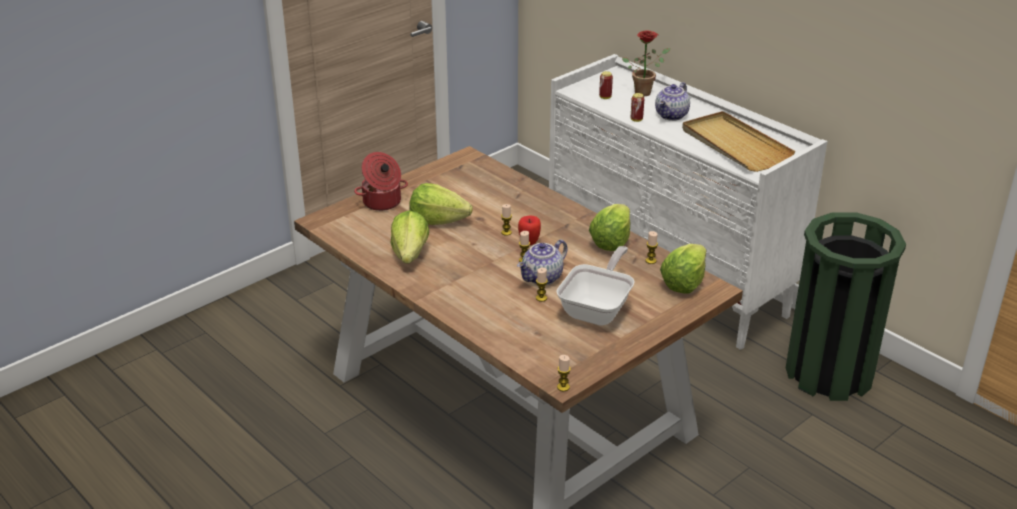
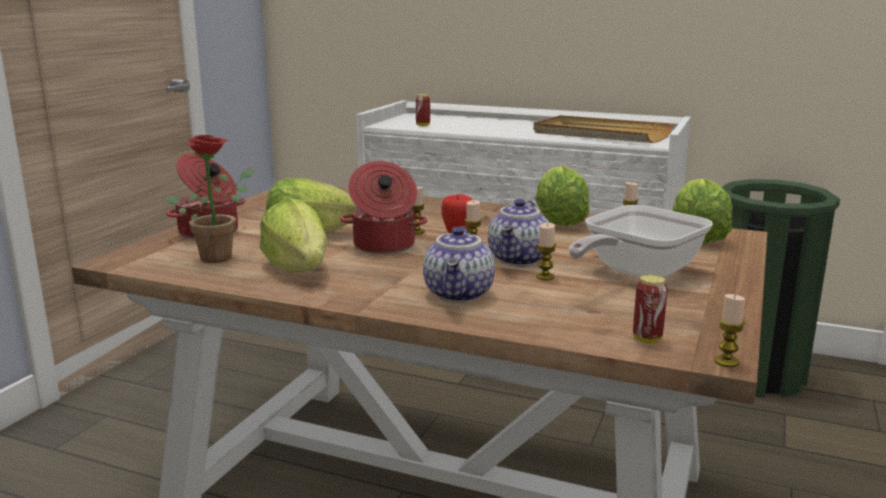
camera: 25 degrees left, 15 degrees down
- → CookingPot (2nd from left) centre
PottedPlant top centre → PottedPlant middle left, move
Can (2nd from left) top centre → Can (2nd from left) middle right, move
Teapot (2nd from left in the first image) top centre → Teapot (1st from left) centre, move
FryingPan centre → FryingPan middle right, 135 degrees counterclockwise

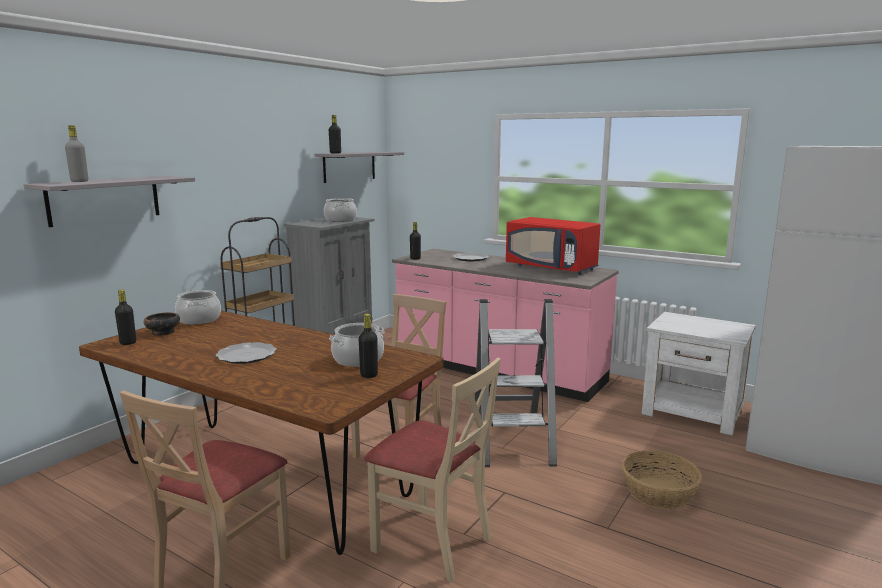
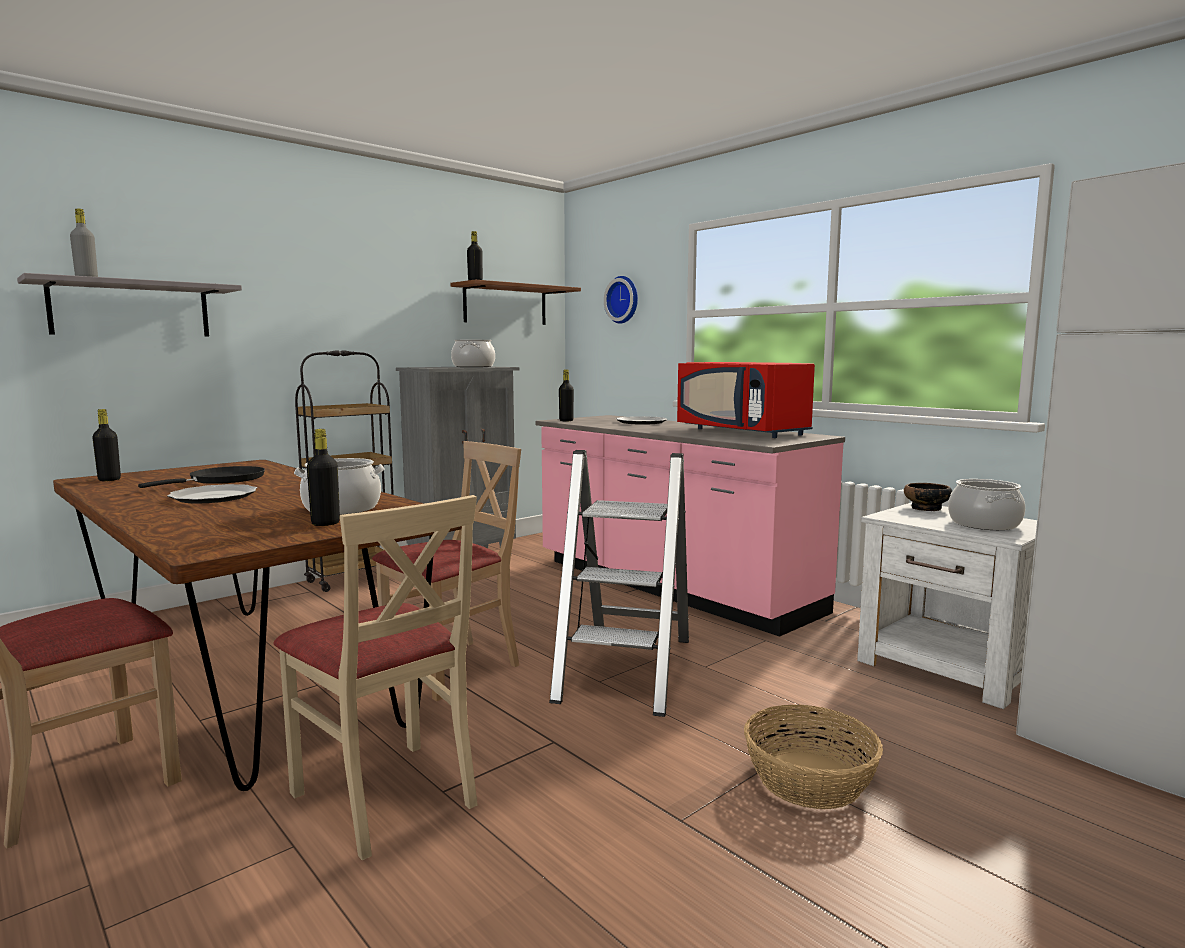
camera: 15 degrees right, 5 degrees down
- → BlackFryingPan middle left
- → WallClock top centre
Bowl middle left → Bowl middle right, move
CookingPot (1st from left in the first image) middle left → CookingPot (3rd from left) middle right, move
GreyShelf (2nd from left) top centre → BrownShelf top centre

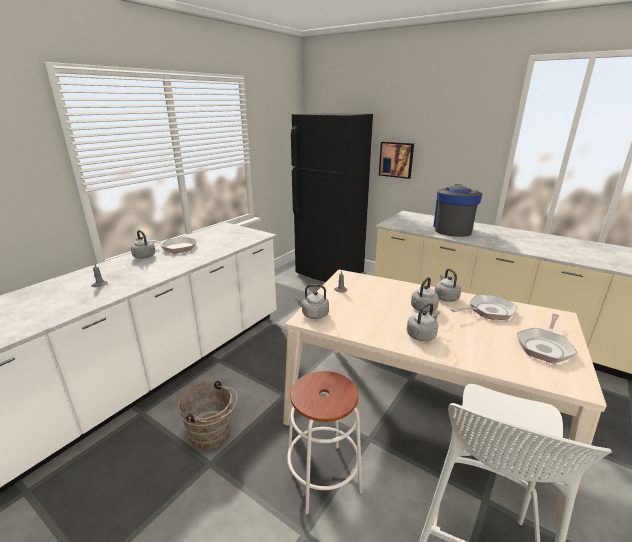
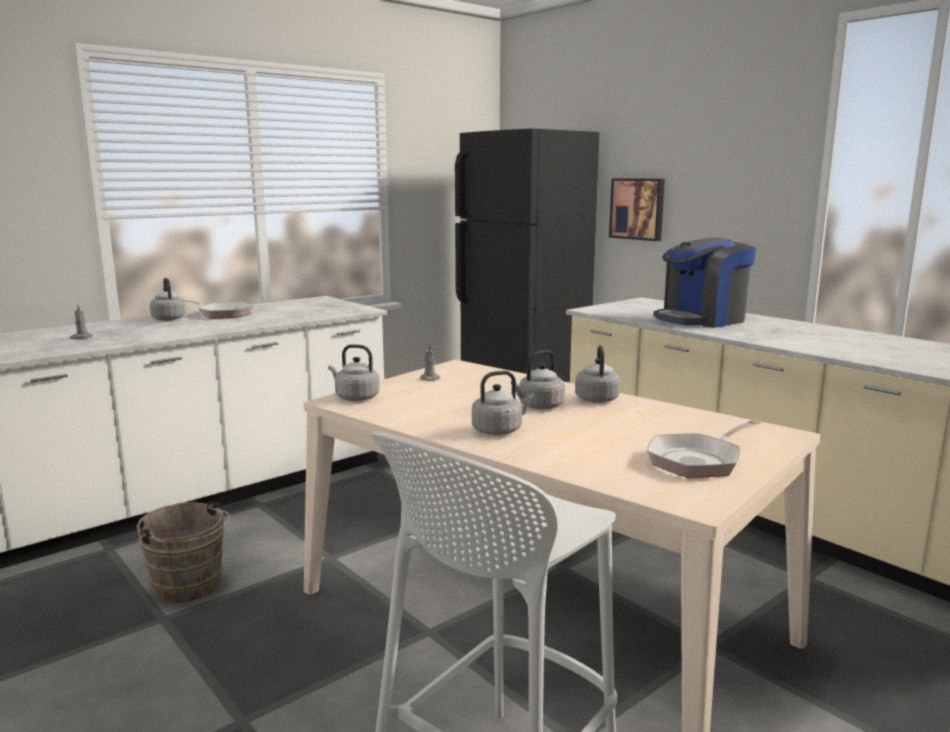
camera: 15 degrees right, 10 degrees down
WhiteStool (1st from left) bottom centre → -
FryingPan (2nd from left) middle right → -
CoffeeMachine middle right, 150 degrees counterclockwise

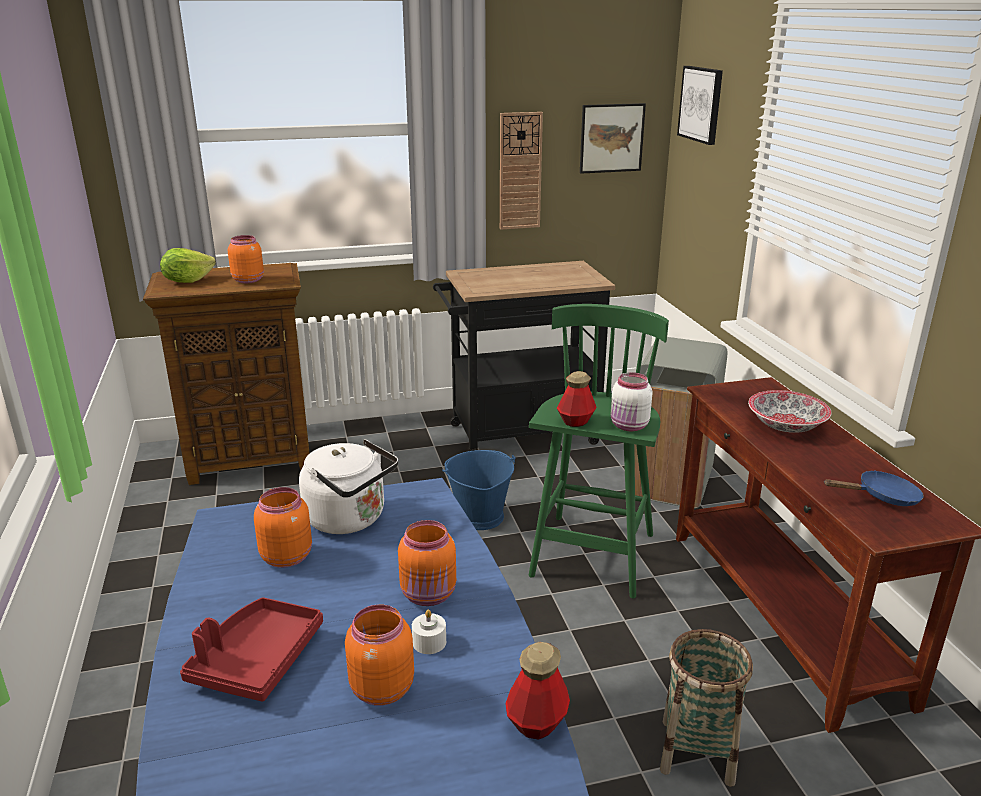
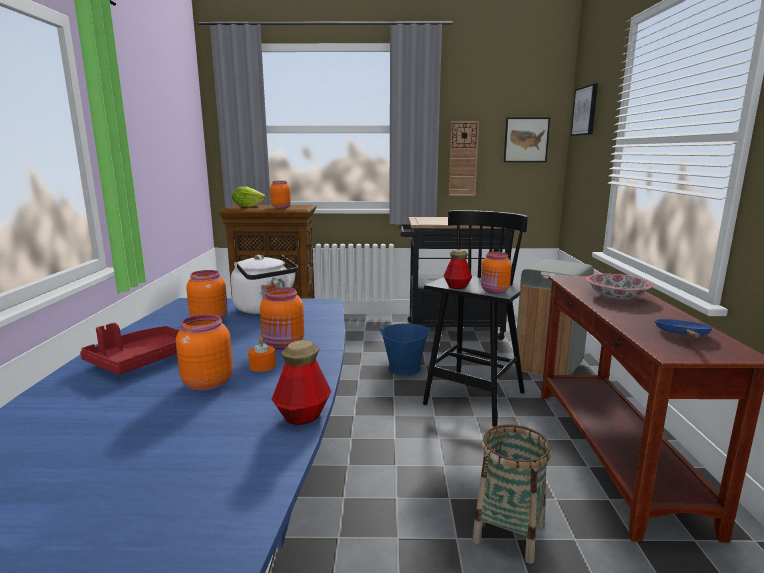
camera: 15 degrees right, 10 degrees down
WhiteCandle bottom centre → OrangeCandle centre
GreenStool centre → BlackStool centre
WhiteJar centre → OrangeJar (5th from left) centre
BlueFryingPan middle right, 75 degrees counterclockwise

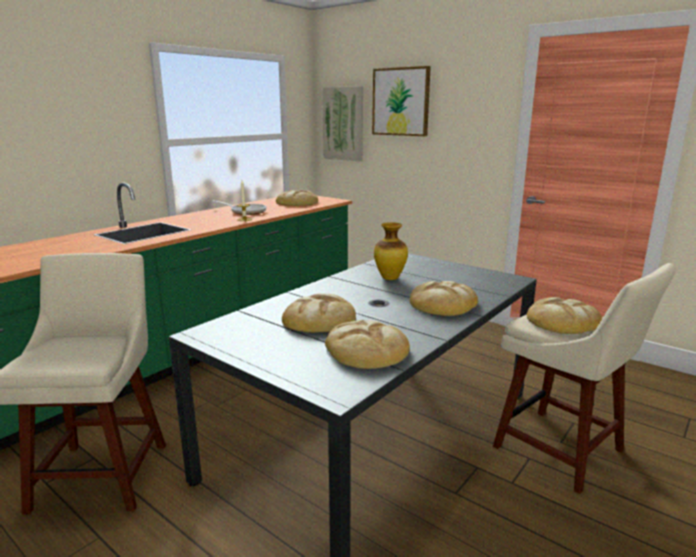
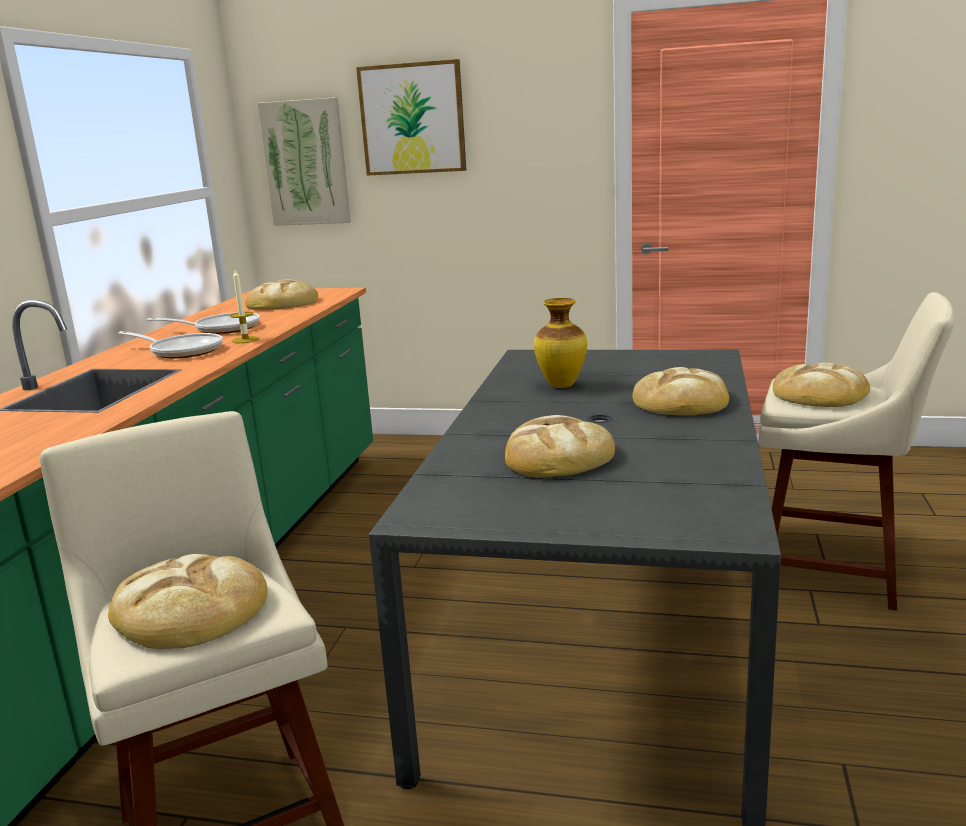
camera: 25 degrees left, 0 degrees up
- → FryingPan (1st from left) middle left
Bread (3rd from left in the first image) centre → Bread (1st from left) bottom left, move

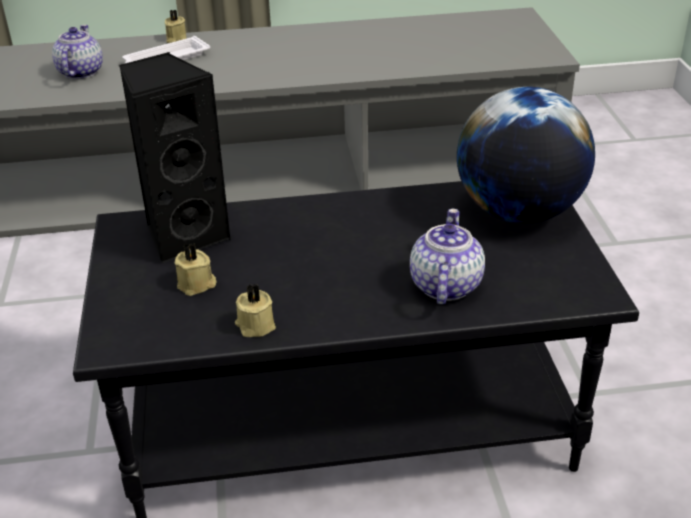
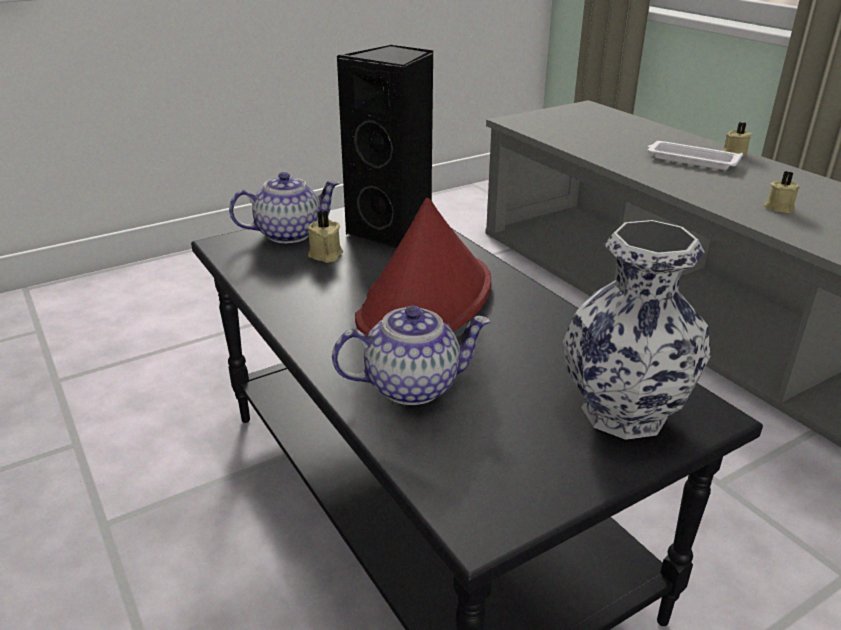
camera: 65 degrees right, 5 degrees down
- → RedHat centre
Teapot (1st from left) top left → Teapot (1st from left) top centre, move
BeigeCandle (3rd from left) centre → BeigeCandle (3rd from left) top right, move
Globe top right → Vase middle right

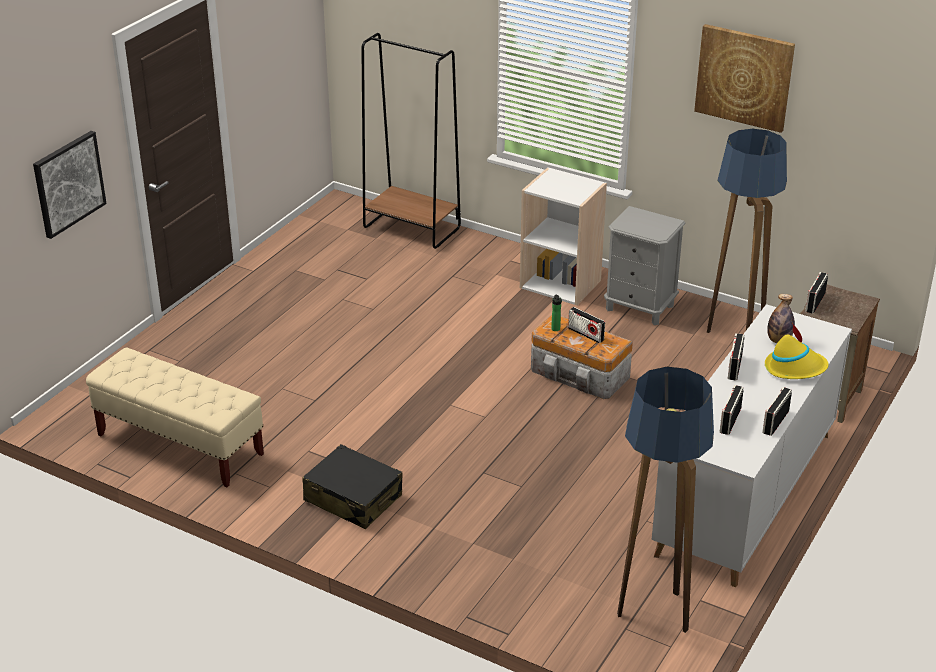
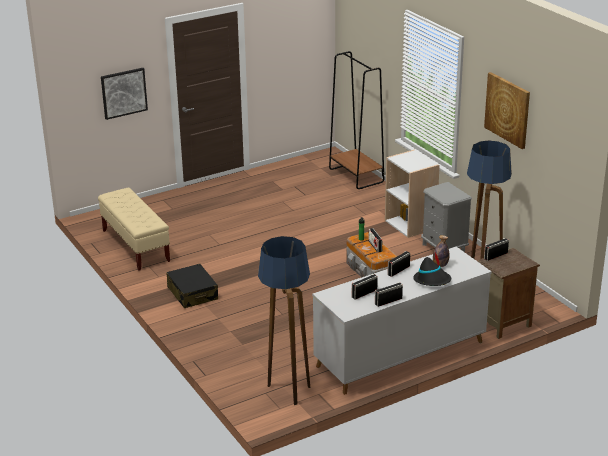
camera: 30 degrees right, 5 degrees down
YellowHat middle right → BlackHat middle right

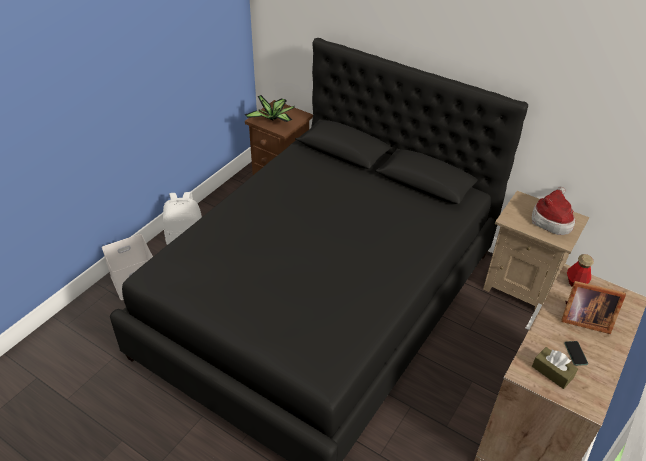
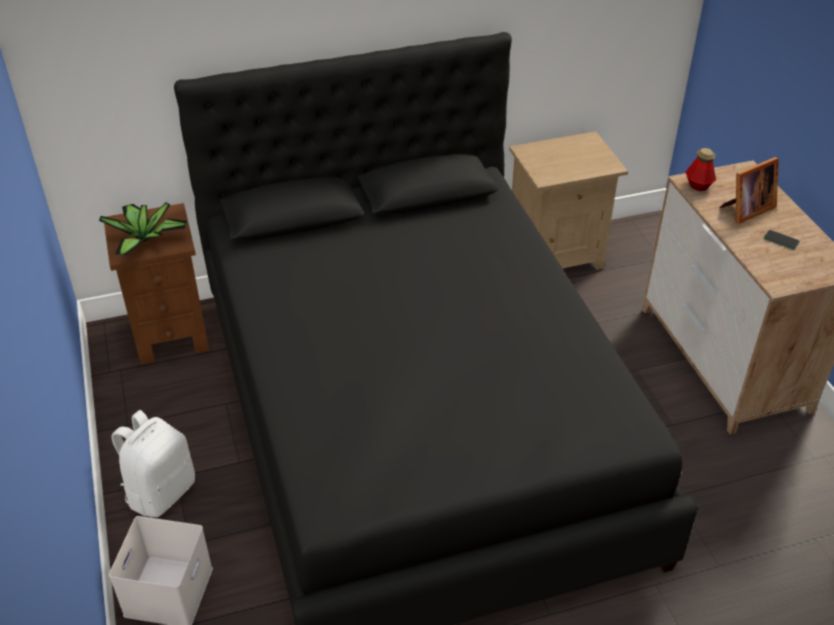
camera: 50 degrees left, 0 degrees up
Hat middle right → -
BrownTissueBox bottom right → -

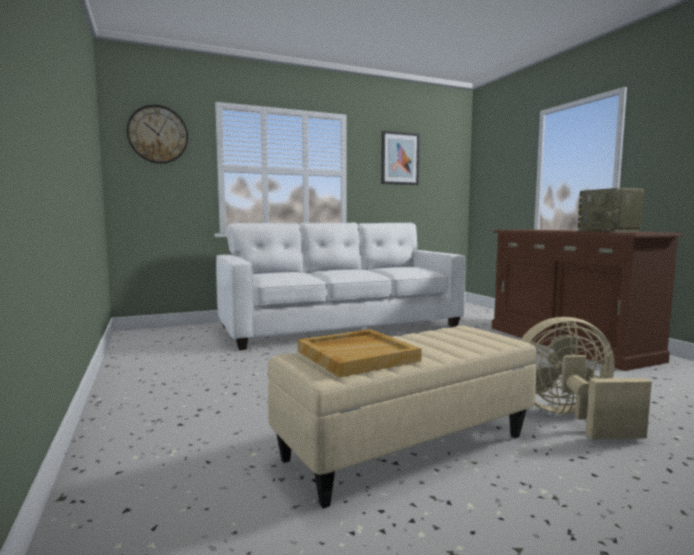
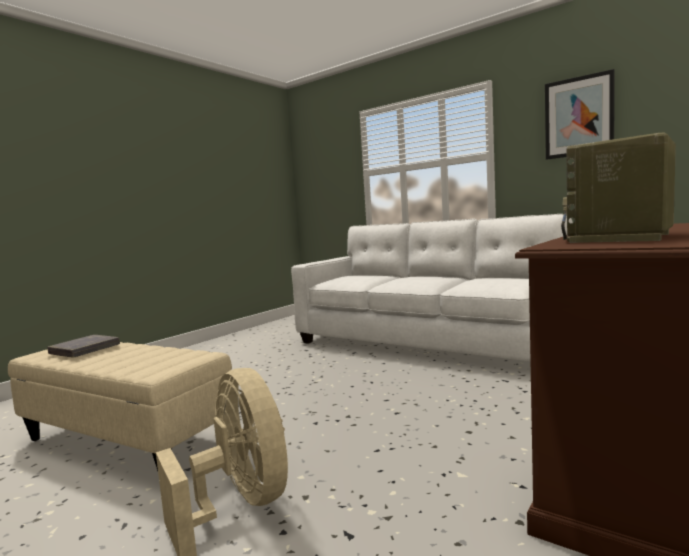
camera: 60 degrees right, 0 degrees up
WallClock top left → -
BeigeTray centre → GreyBook middle left

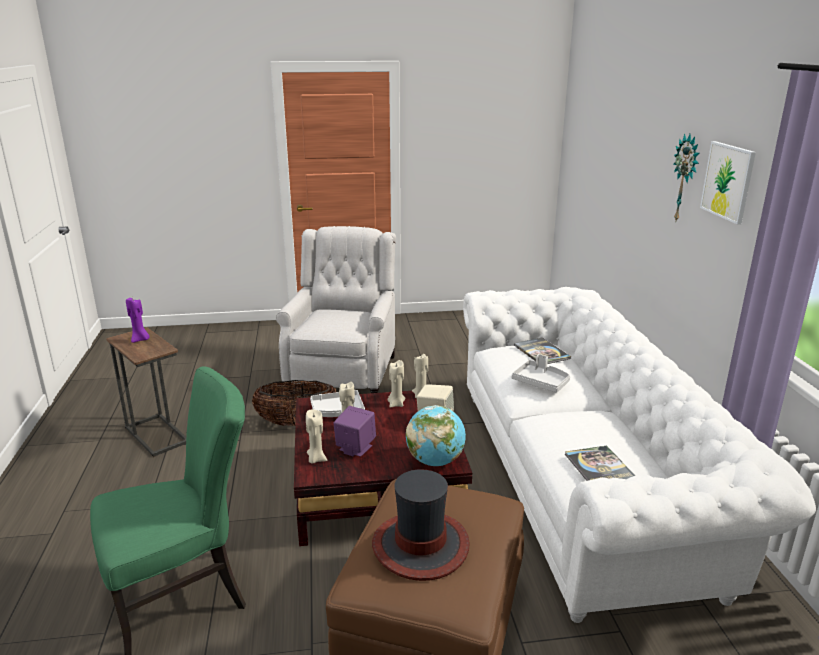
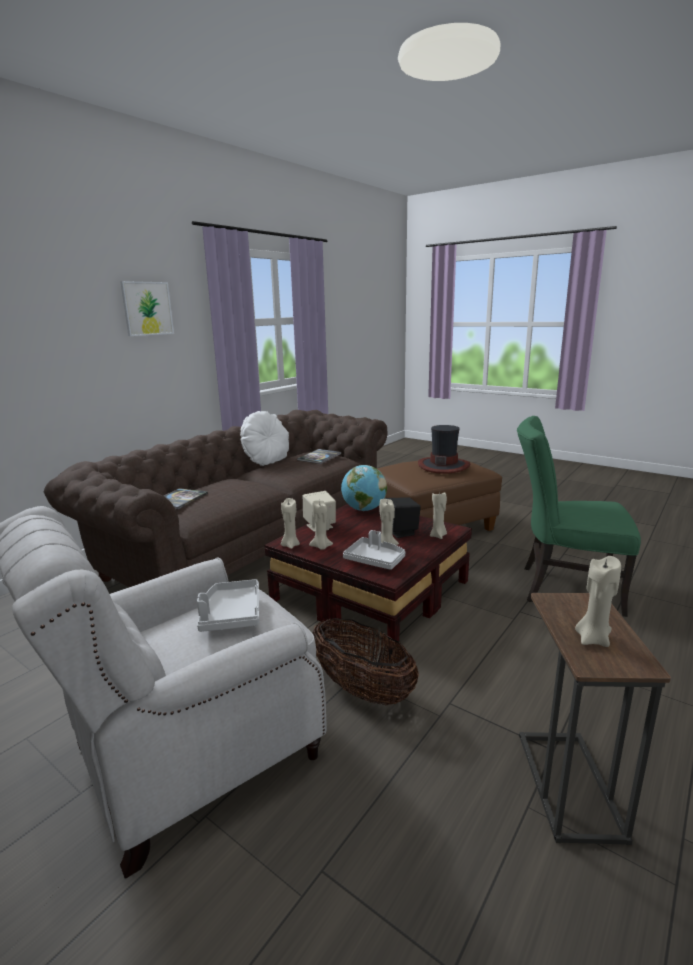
camera: 135 degrees left, 5 degrees down
WallClock top right → -
- → WhitePillow centre
GreyTray (2nd from left in the first image) centre → GreyTray (1st from left) middle left, move
PurpleCandle middle left → BeigeCandle (5th from left) middle right
PurpleSpeaker centre → BlackSpeaker centre
WhiteSofa bottom right → BrownSofa middle left

